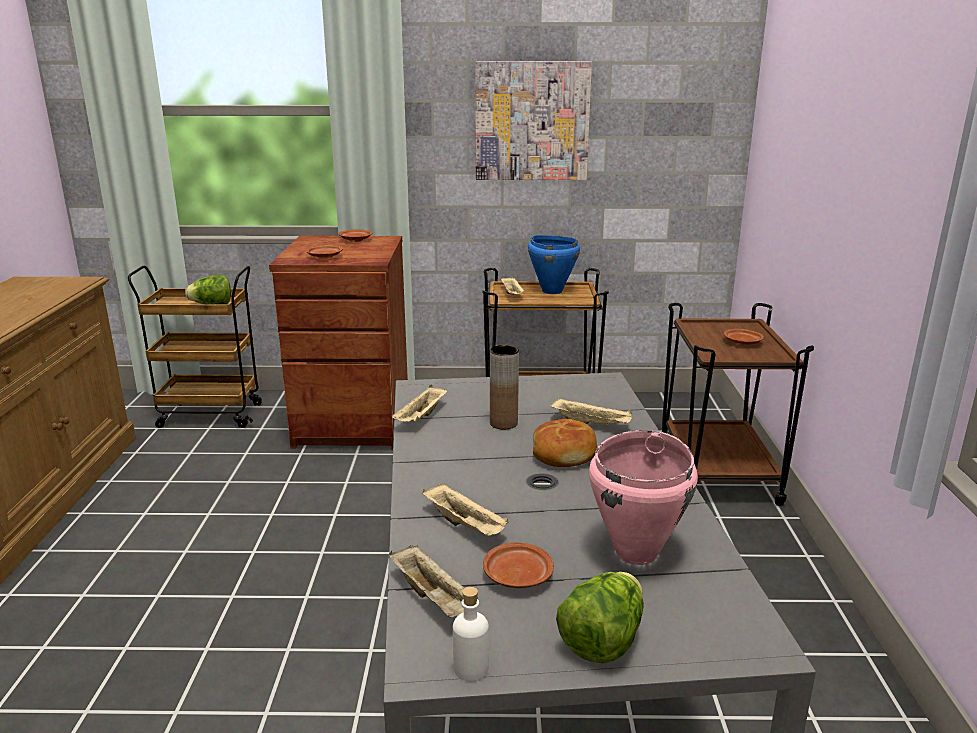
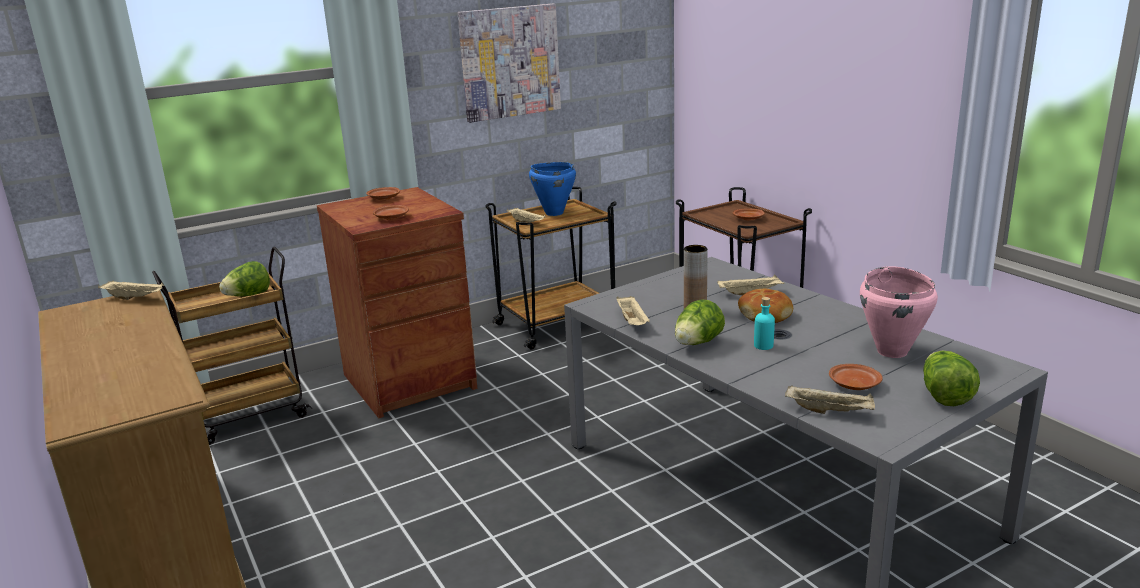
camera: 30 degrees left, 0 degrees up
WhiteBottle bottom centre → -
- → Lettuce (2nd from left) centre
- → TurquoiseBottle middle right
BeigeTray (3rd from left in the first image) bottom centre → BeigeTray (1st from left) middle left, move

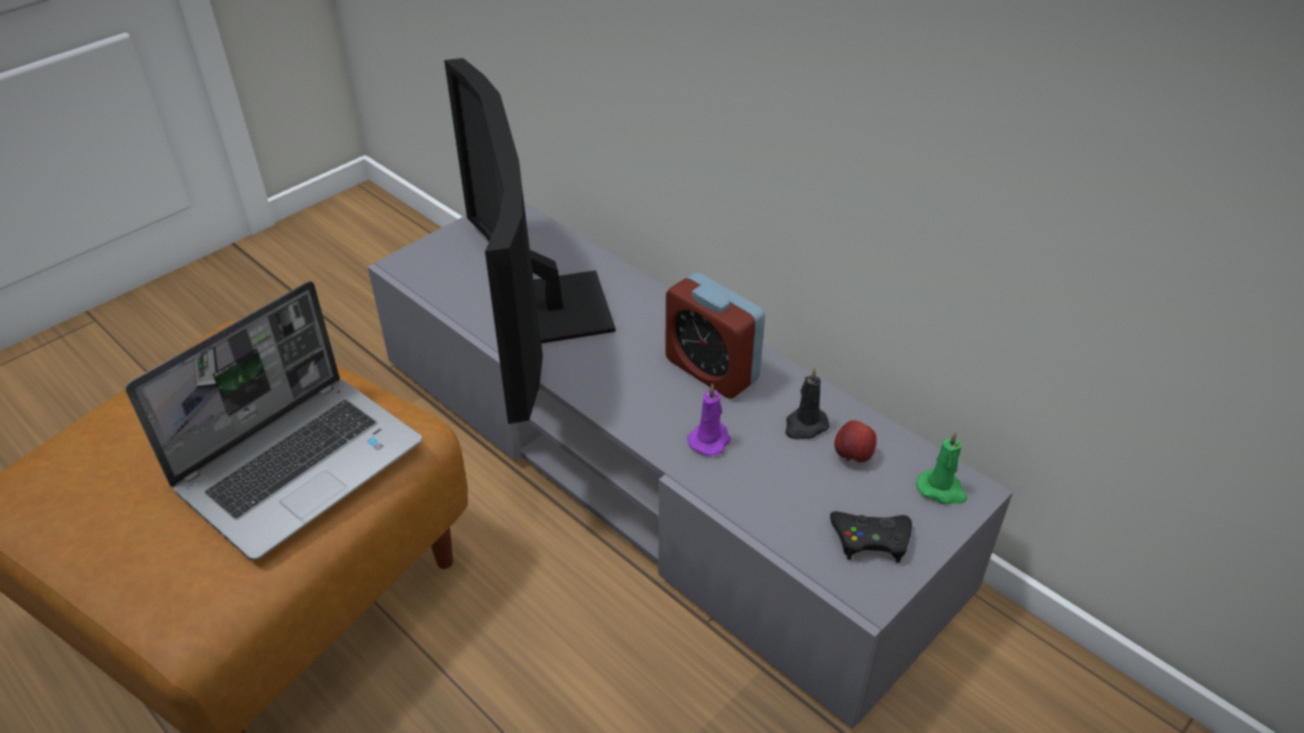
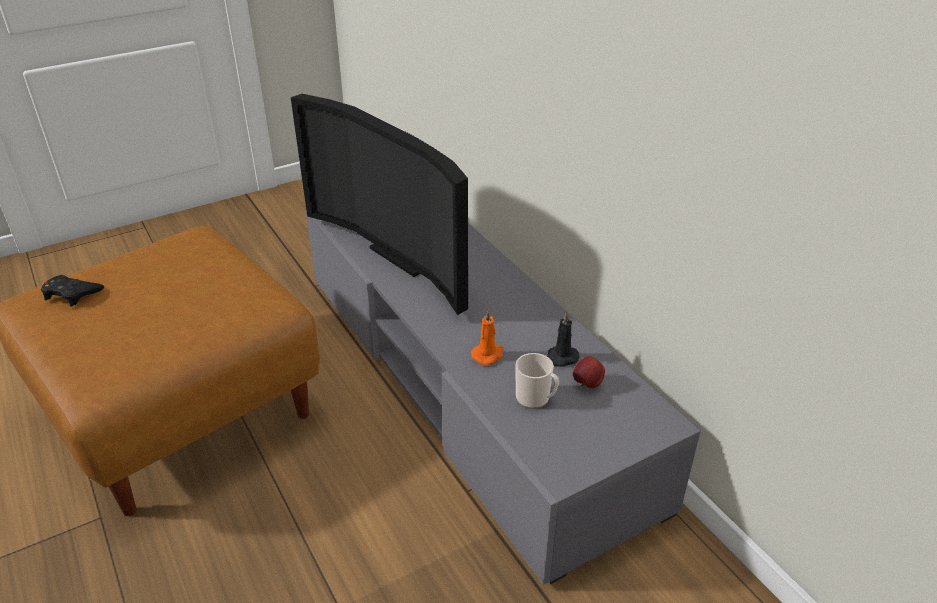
camera: 15 degrees right, 5 degrees down
Laptop middle left → -
AlarmClock centre → -
GreenCandle middle right → -
- → Mug centre
BlackGameController bottom right → BlackGameController middle left, move
PurpleCandle centre → OrangeCandle centre
Television top centre → Television centre, 45 degrees counterclockwise

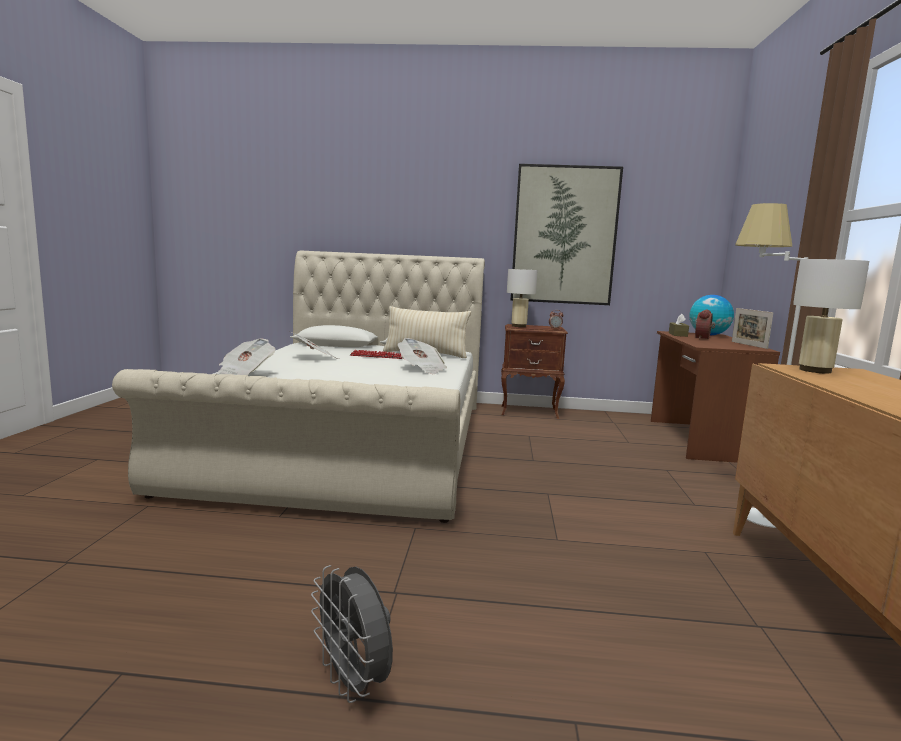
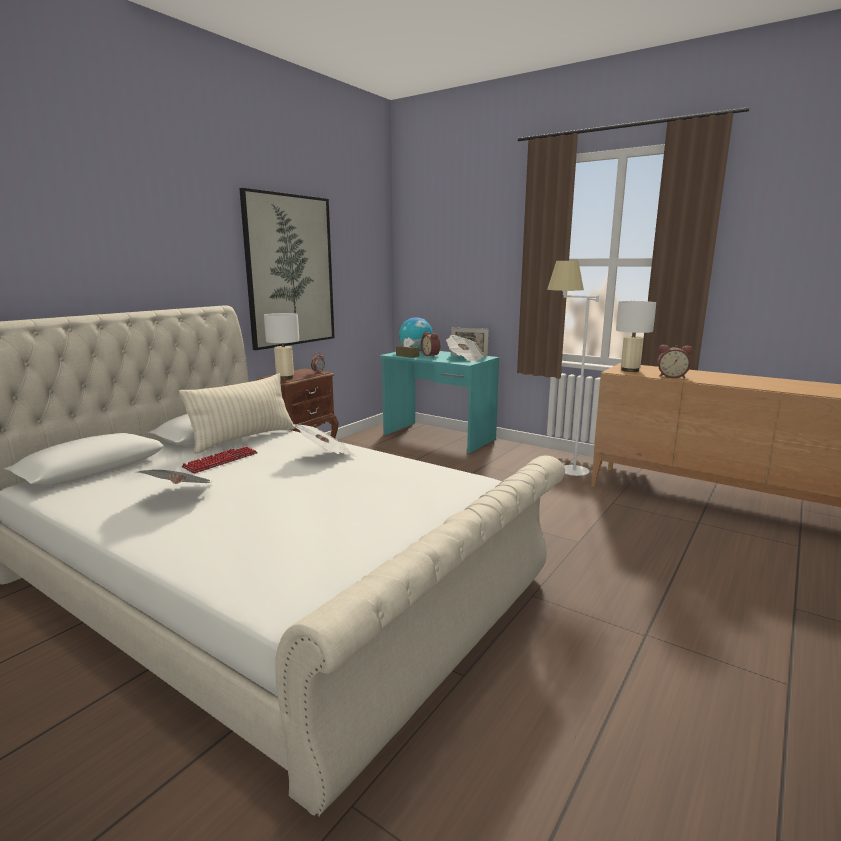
camera: 60 degrees left, 5 degrees up
GreyFan bottom centre → -
- → AlarmClock (3rd from left) middle right
Newspaper (1st from left in the first image) middle left → Newspaper (3rd from left) centre, move
BrownDesk middle right → TurquoiseDesk centre

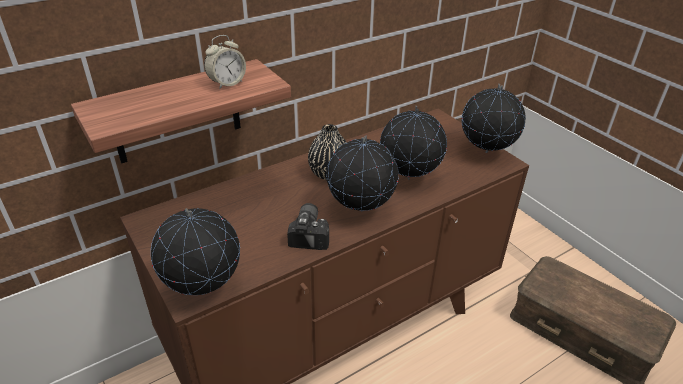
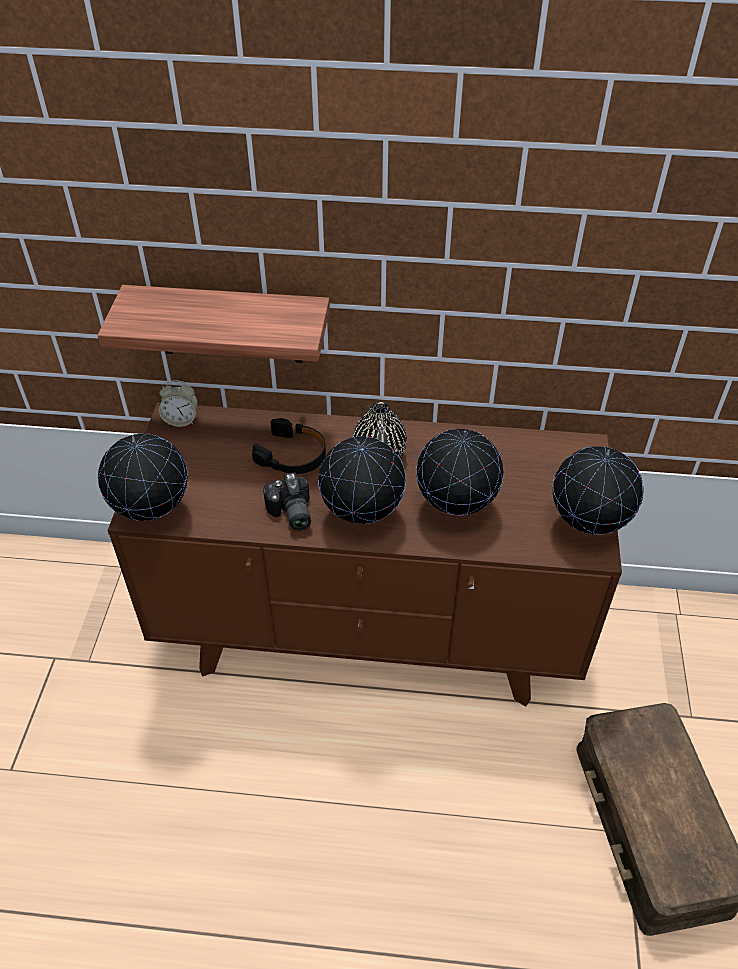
camera: 40 degrees right, 10 degrees up
- → BlackHeadphones centre
AlarmClock top left → AlarmClock middle left, move
PhotoCamera centre, 120 degrees clockwise

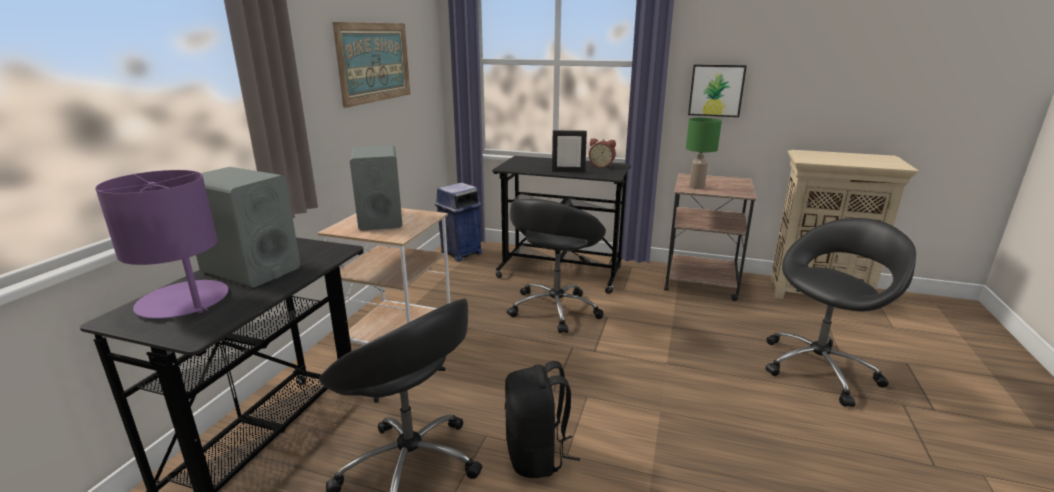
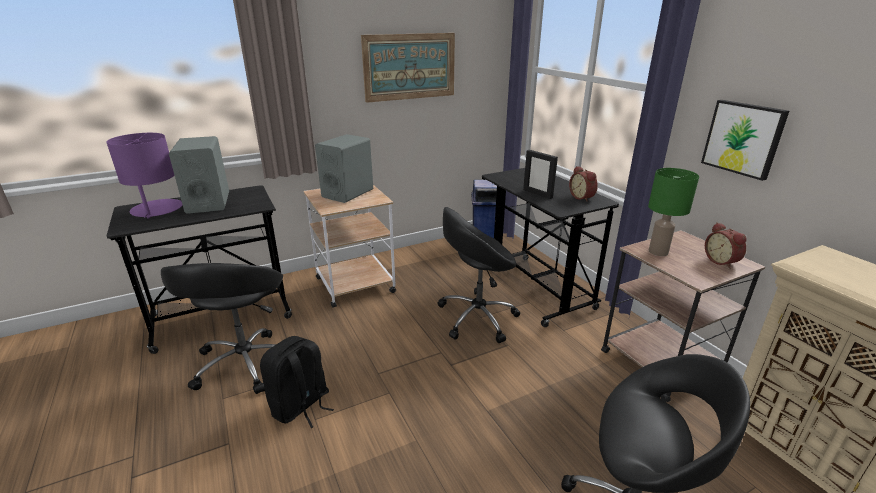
camera: 45 degrees right, 5 degrees up
- → AlarmClock (2nd from left) middle right

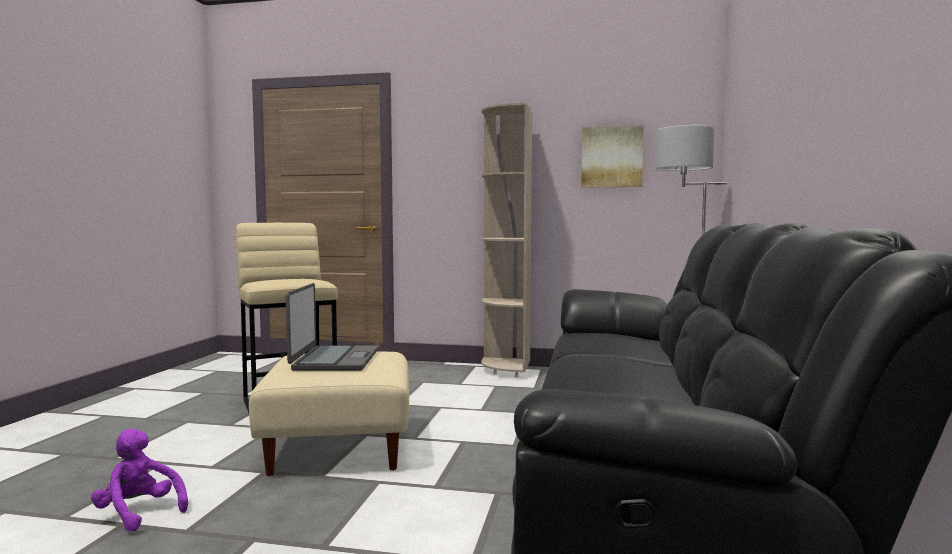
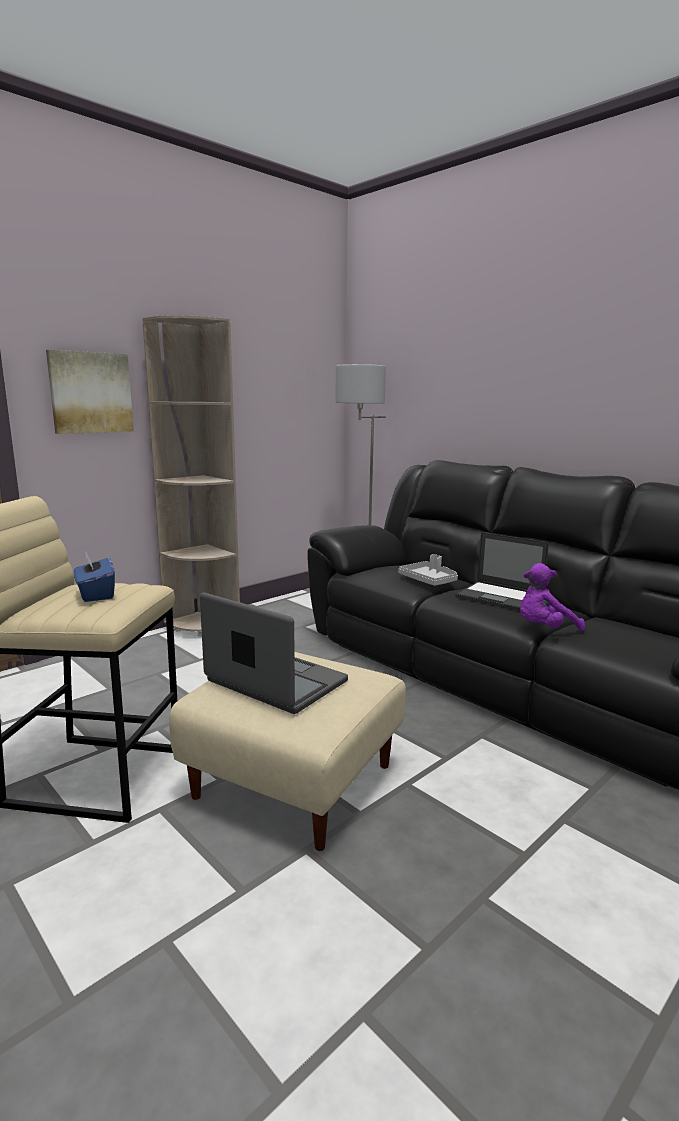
camera: 55 degrees left, 10 degrees up
- → BlueTissueBox middle left
- → GreyTray centre
- → Laptop (2nd from left) middle right
PurplePlushToy bottom left → PurplePlushToy middle right, move
Picture top centre → Picture middle left, move

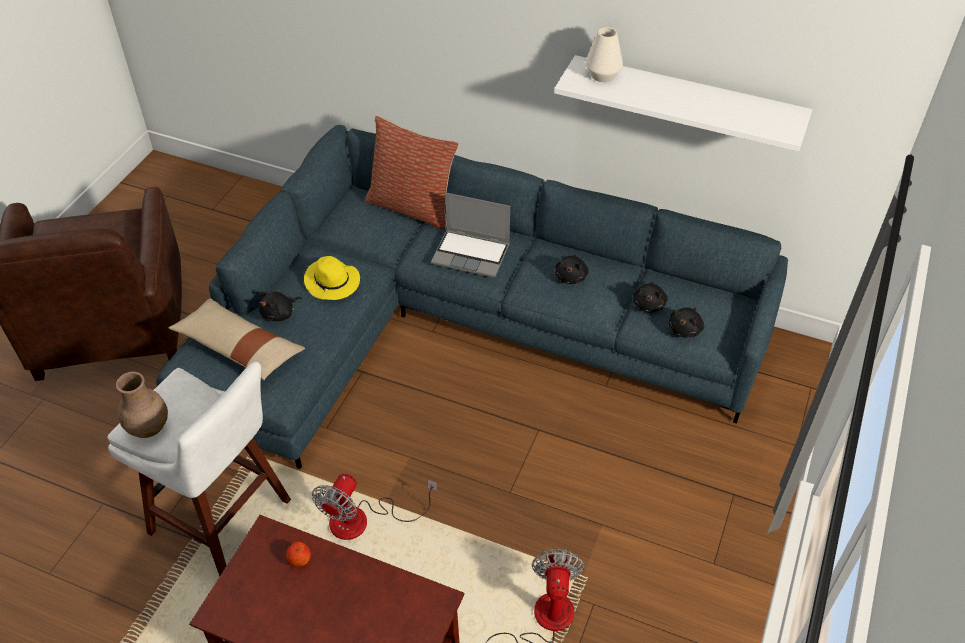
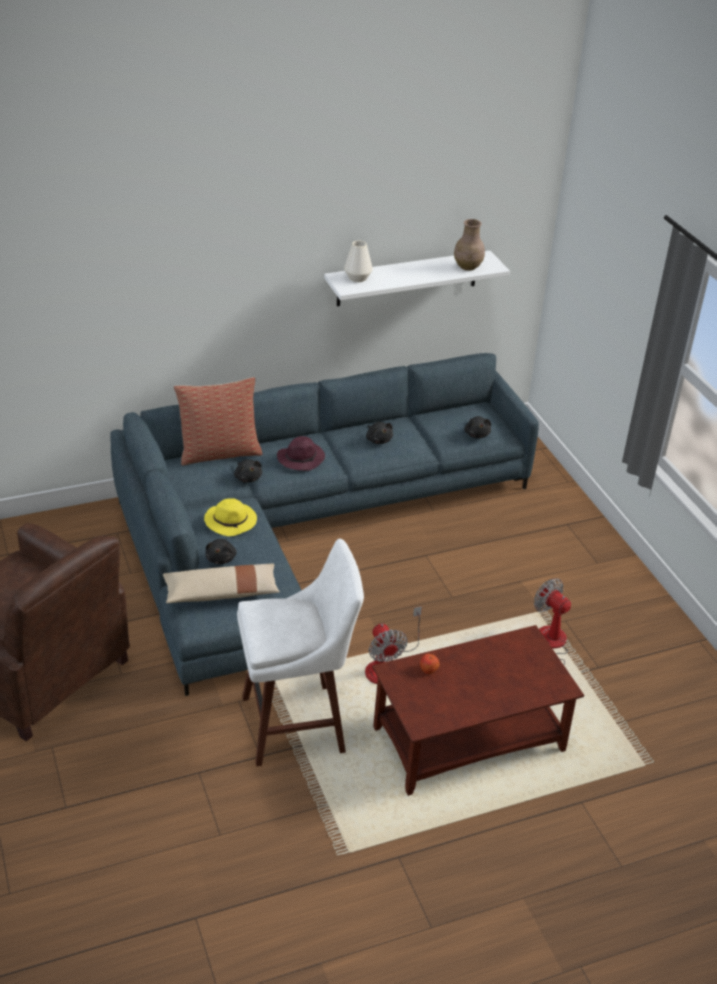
camera: 45 degrees left, 10 degrees down
BrownVase middle left → BrownVase top centre, move
BlackPlushToy (3rd from left in the first image) middle right → BlackPlushToy (2nd from left) centre, move
Laptop centre → PurpleHat centre

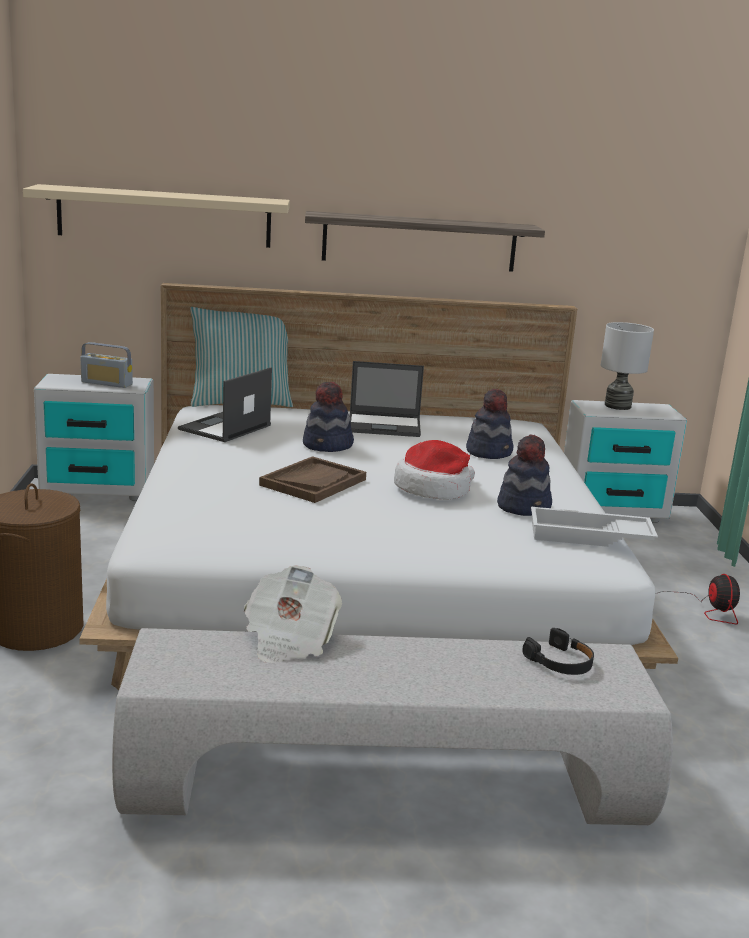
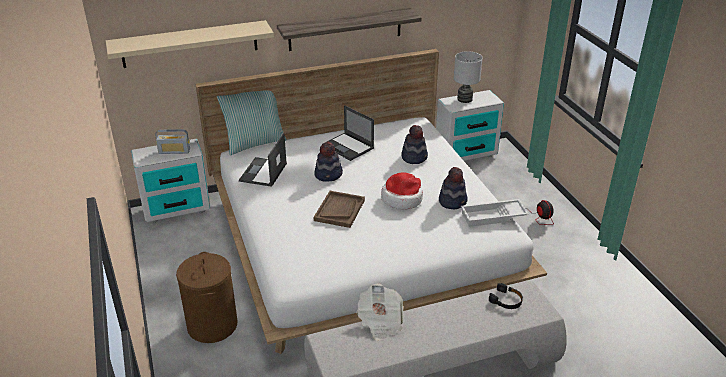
camera: 15 degrees left, 15 degrees up
Laptop (2nd from left) centre, 60 degrees clockwise

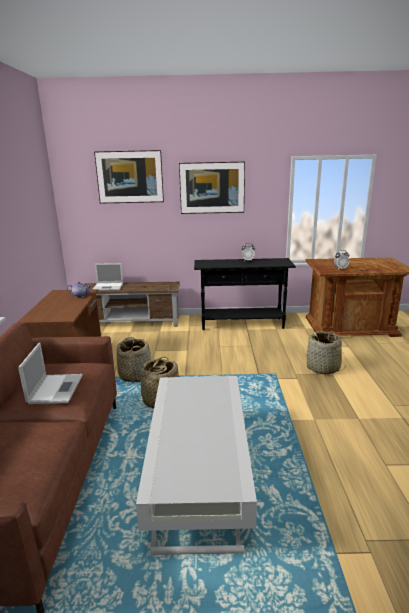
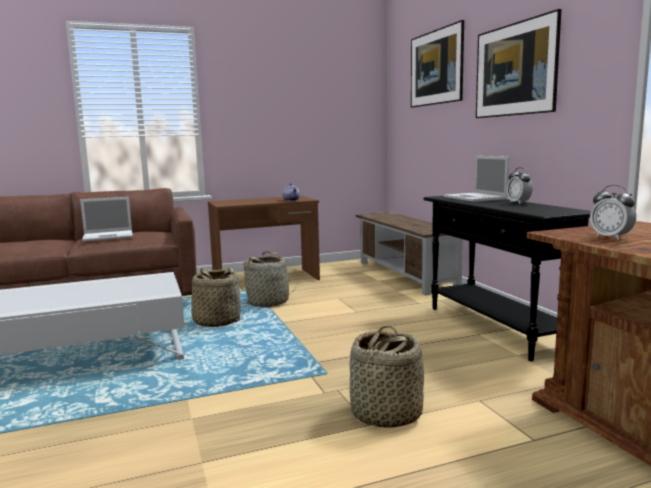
camera: 70 degrees right, 10 degrees down
Laptop (2nd from left) middle left → Laptop (2nd from left) middle right, move

